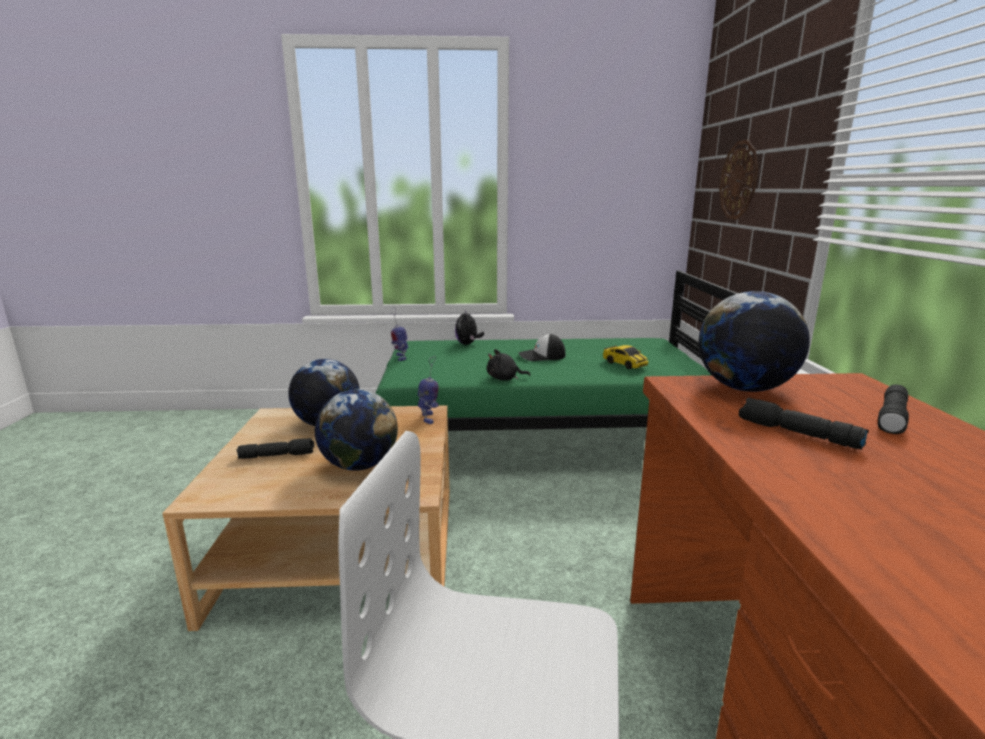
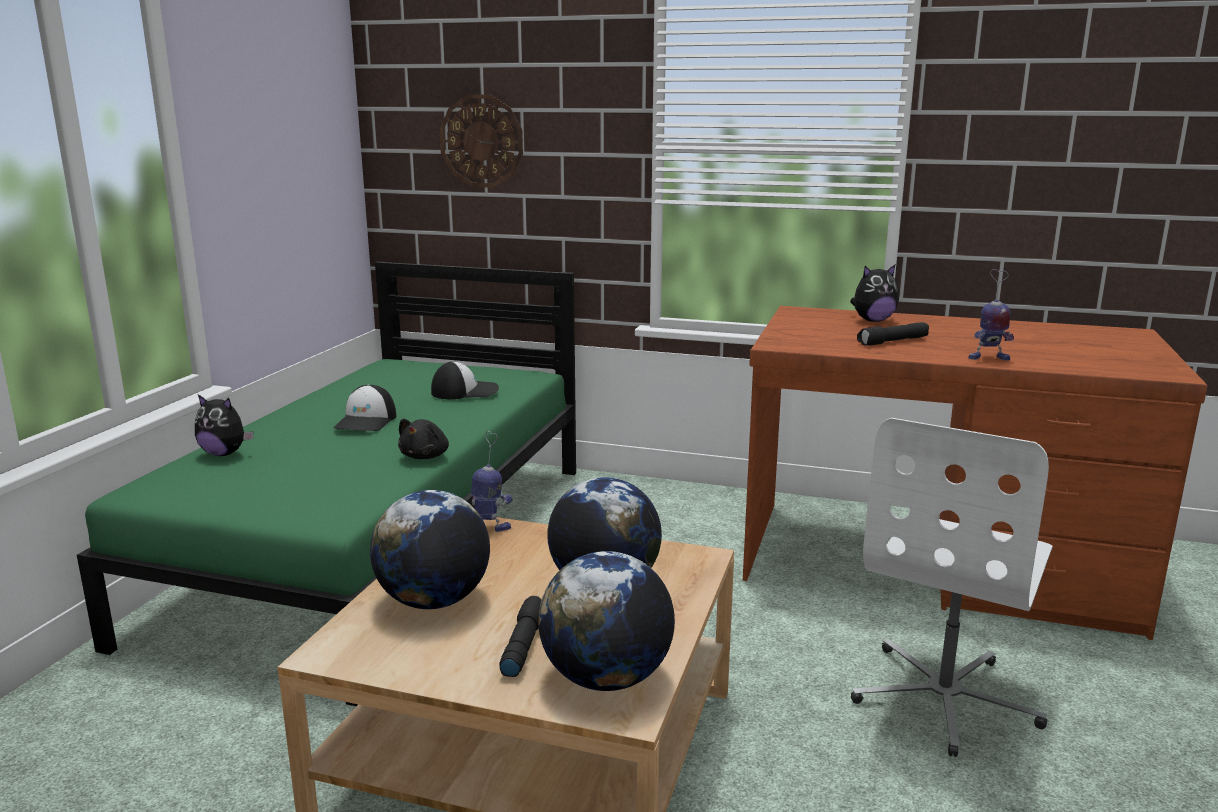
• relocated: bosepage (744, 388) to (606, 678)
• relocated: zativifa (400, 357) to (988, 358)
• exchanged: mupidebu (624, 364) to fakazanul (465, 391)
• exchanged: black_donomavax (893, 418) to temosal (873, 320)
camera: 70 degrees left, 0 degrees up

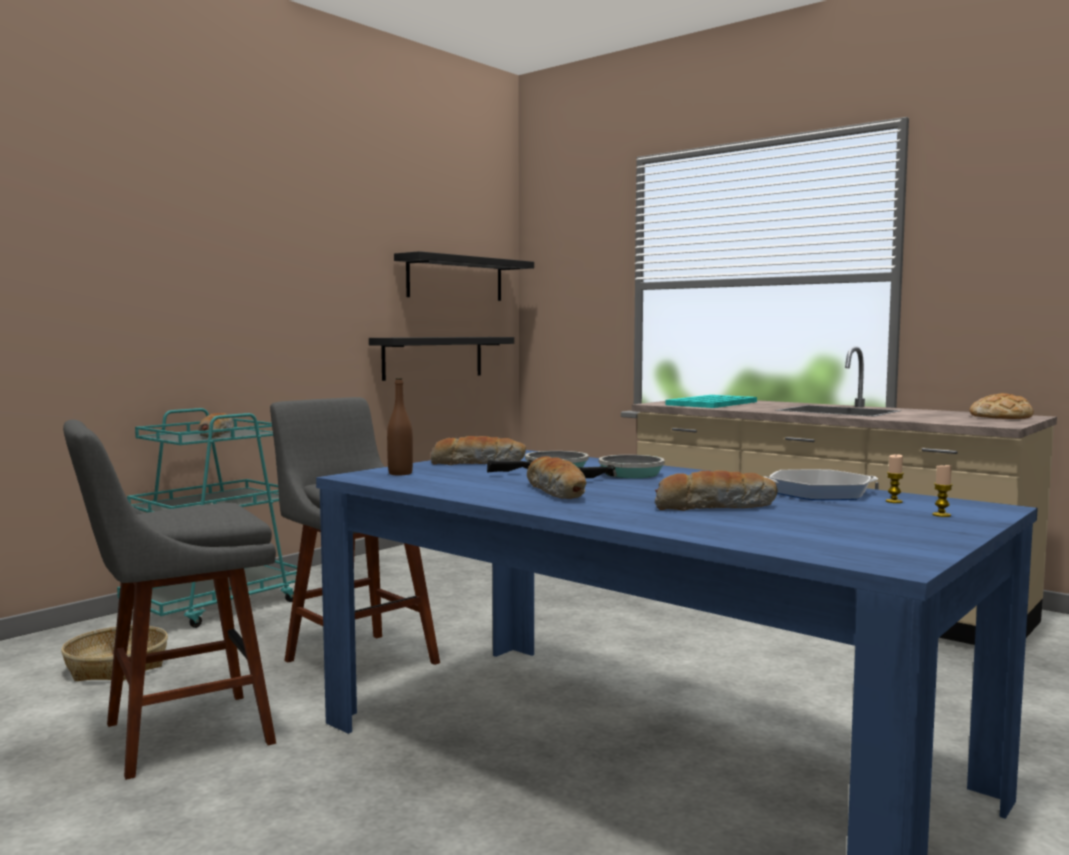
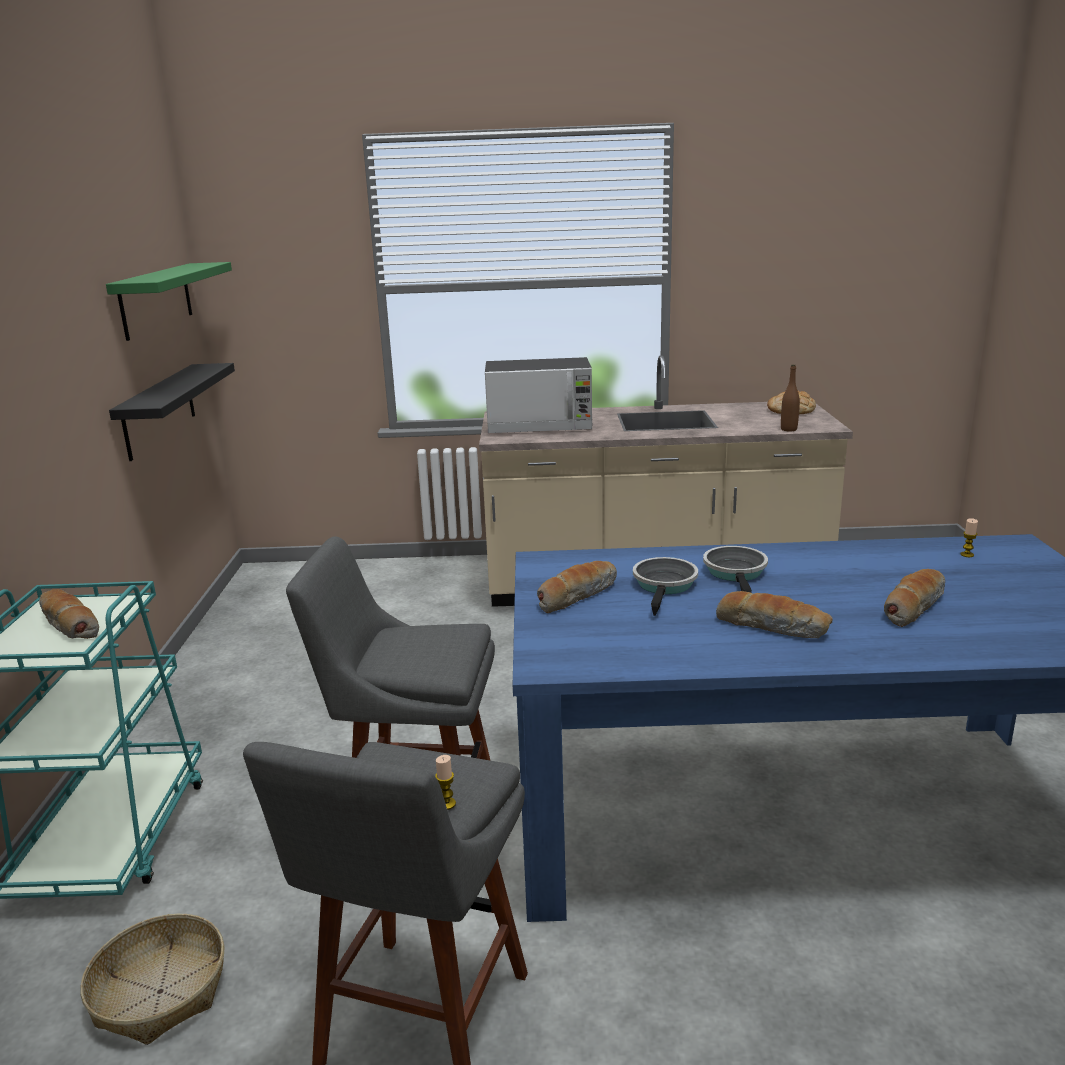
• colour: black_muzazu (455, 278) to green_muzazu (156, 299)
• relocated: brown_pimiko (400, 473) to (788, 429)
• exchanged: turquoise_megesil (712, 403) to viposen (540, 426)
• relocated: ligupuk (941, 515) to (446, 804)
• missing: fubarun (819, 493)
camera: 40 degrees left, 15 degrees up

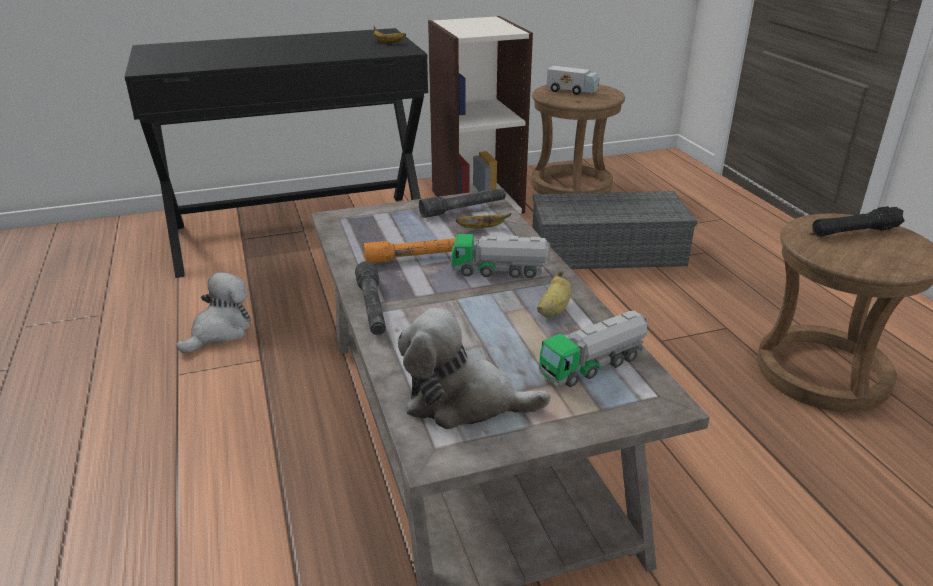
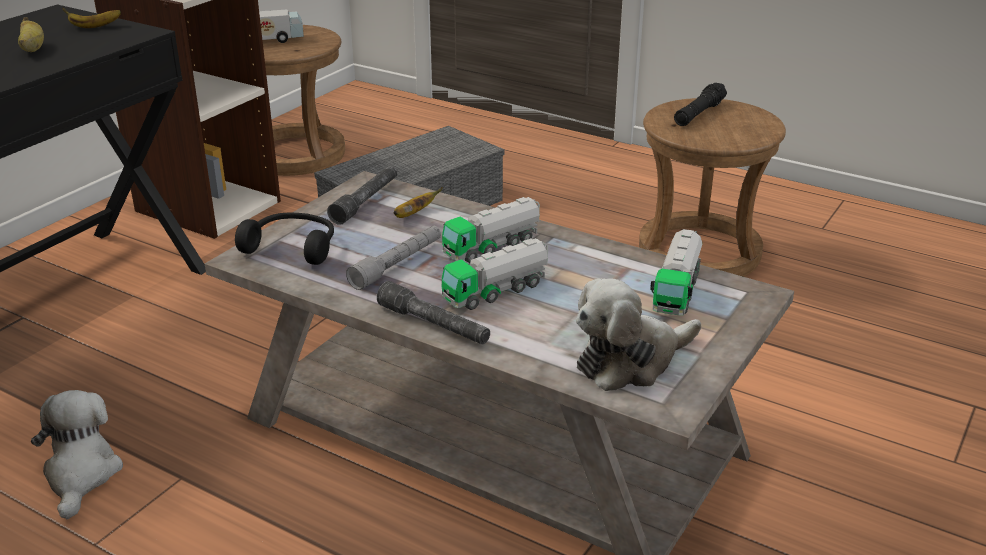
• colour: orange_donomavax (416, 257) to grey_donomavax (397, 264)
• relocated: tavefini (553, 310) to (32, 49)
• appeared: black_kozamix (293, 247)
• appeared: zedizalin (496, 291)
camera: 40 degrees left, 0 degrees up

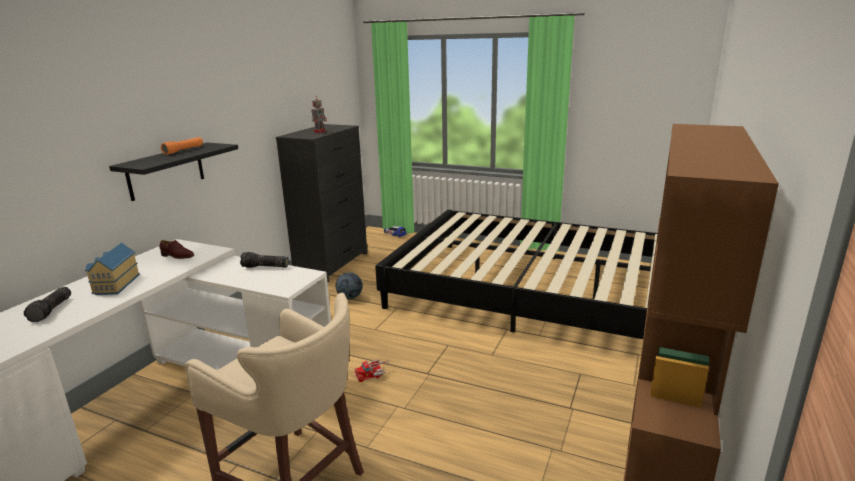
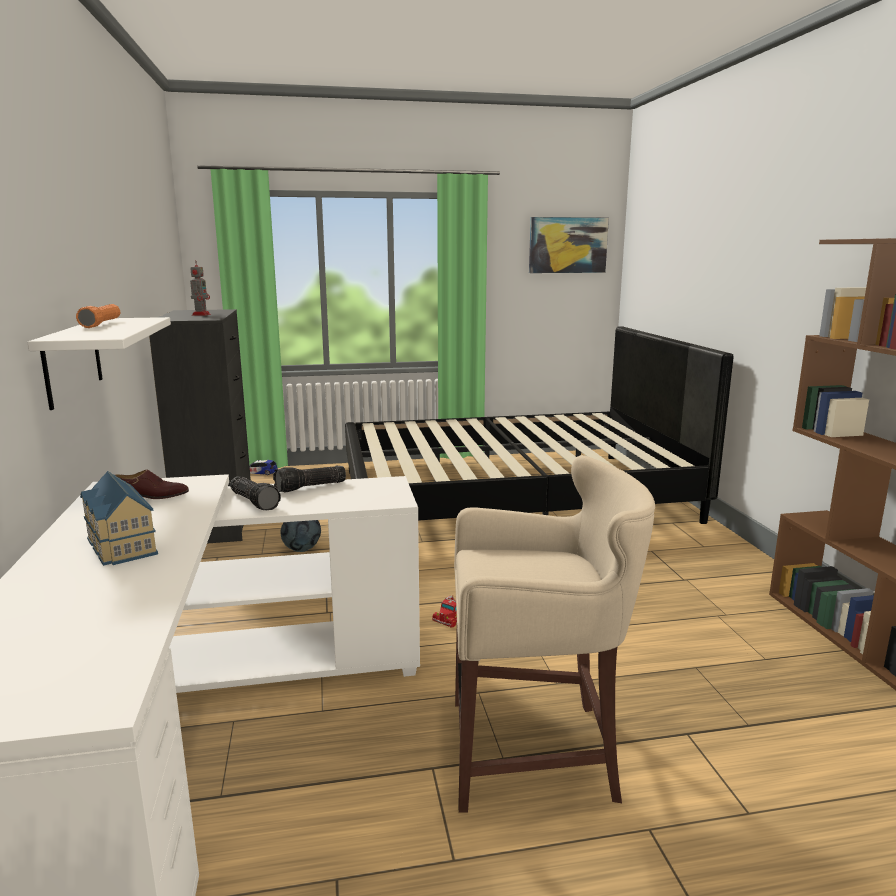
• colour: black_muzazu (166, 171) to white_muzazu (72, 361)
• relocated: donomavax (52, 310) to (255, 501)
• appeared: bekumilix (567, 245)
camera: 35 degrees left, 5 degrees down

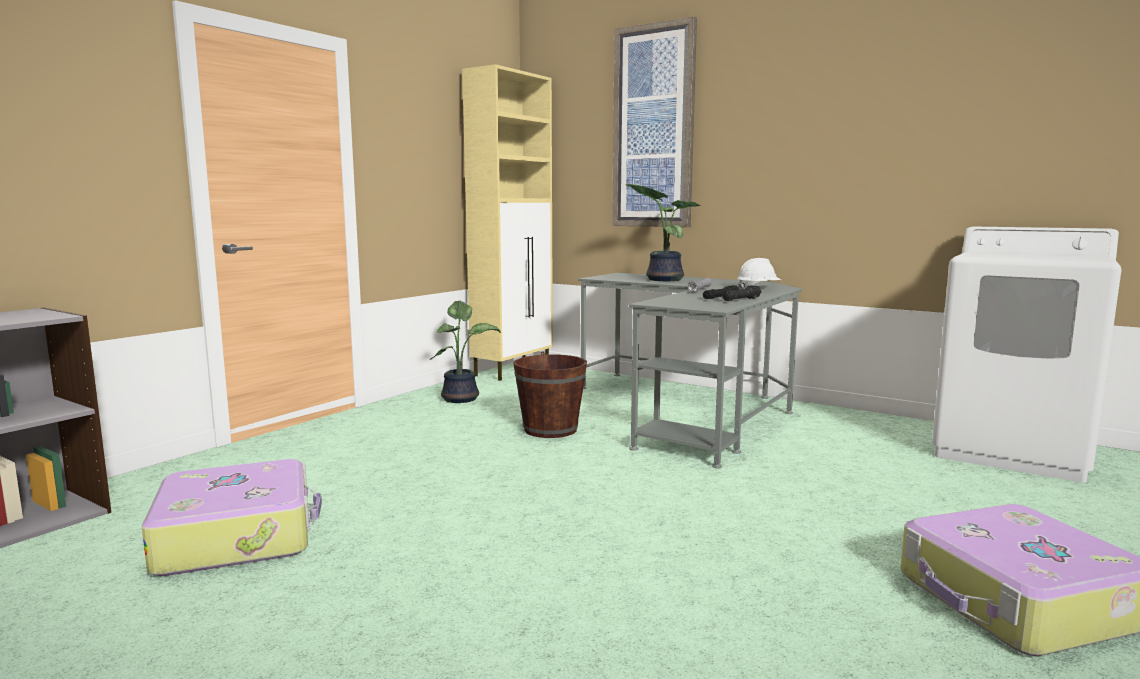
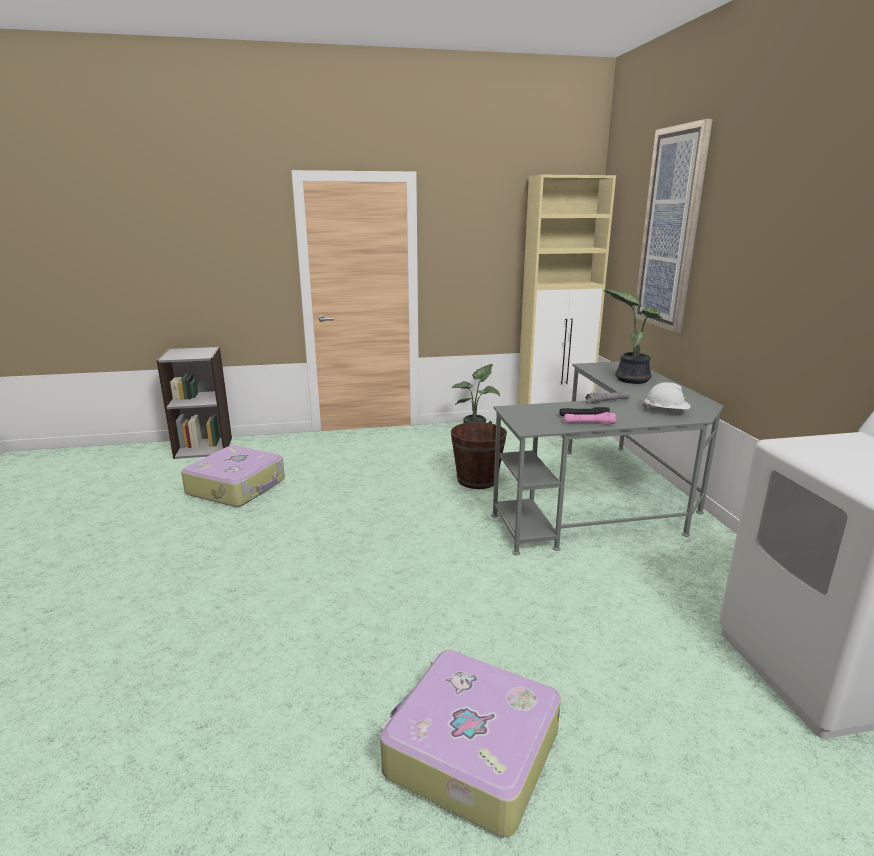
• colour: black_donomavax (741, 300) to pink_donomavax (589, 423)
camera: 45 degrees right, 10 degrees up

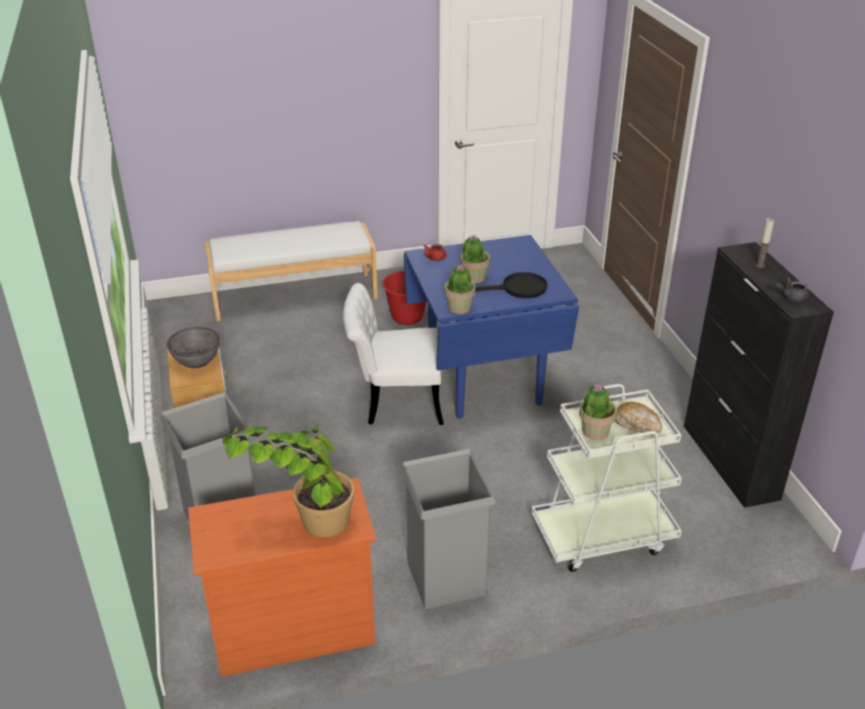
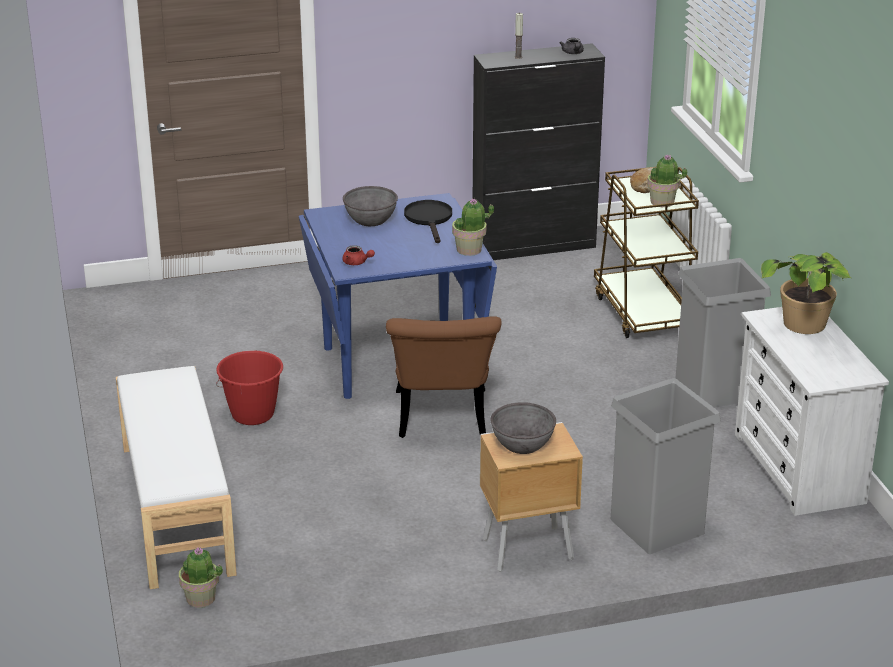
• relocated: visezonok (474, 277) to (201, 599)
• colour: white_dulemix (394, 402) to brown_dulemix (442, 421)
• colour: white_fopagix (602, 535) to brown_fopagix (643, 312)
• colour: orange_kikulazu (292, 628) to white_kikulazu (799, 468)
• appeared: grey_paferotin (370, 220)
camera: 90 degrees left, 5 degrees down

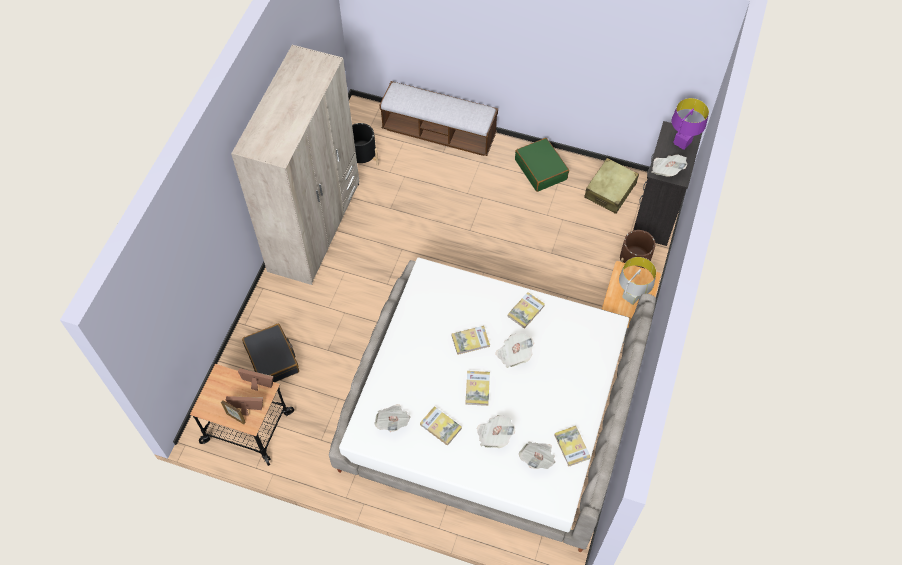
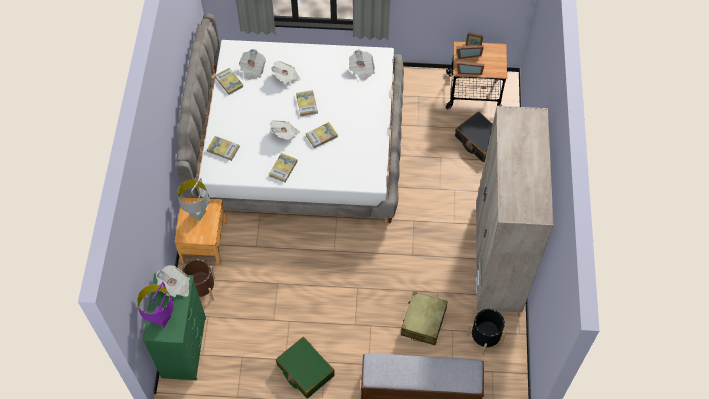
• colour: black_kikulazu (655, 215) to green_kikulazu (184, 347)
• relocated: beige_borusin (610, 191) to (423, 322)
• relocated: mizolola (440, 426) to (223, 149)
camera: 165 degrees right, 0 degrees up

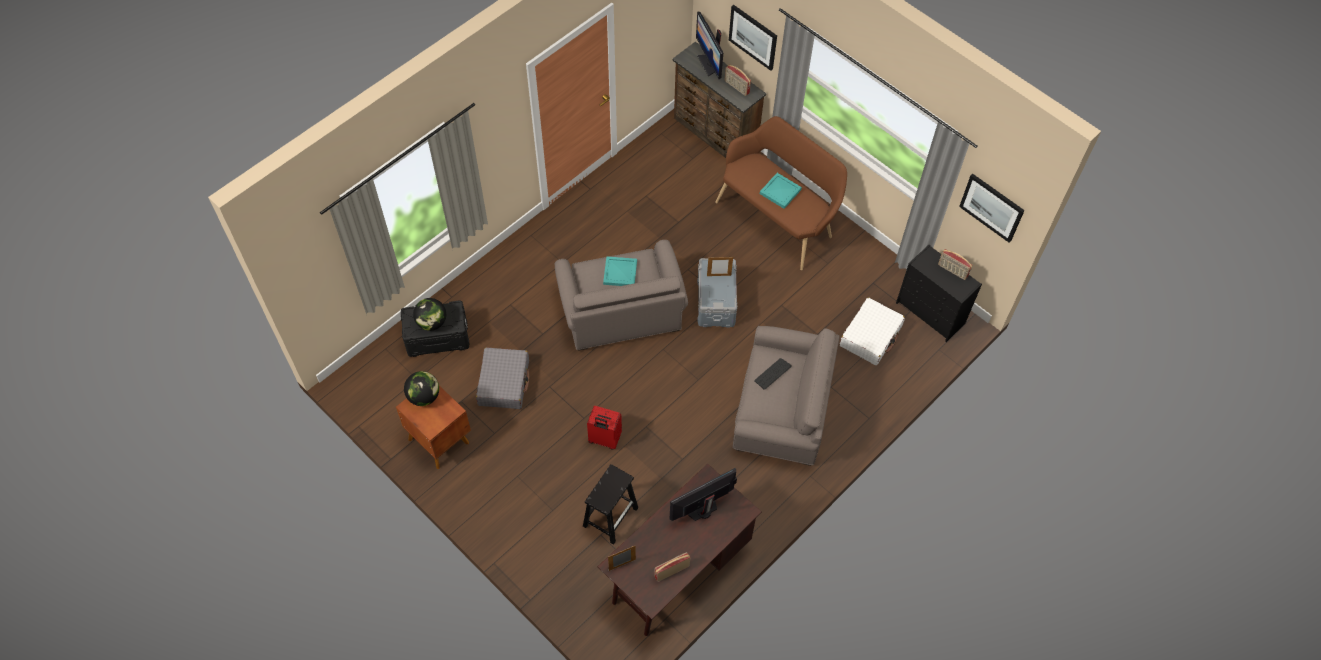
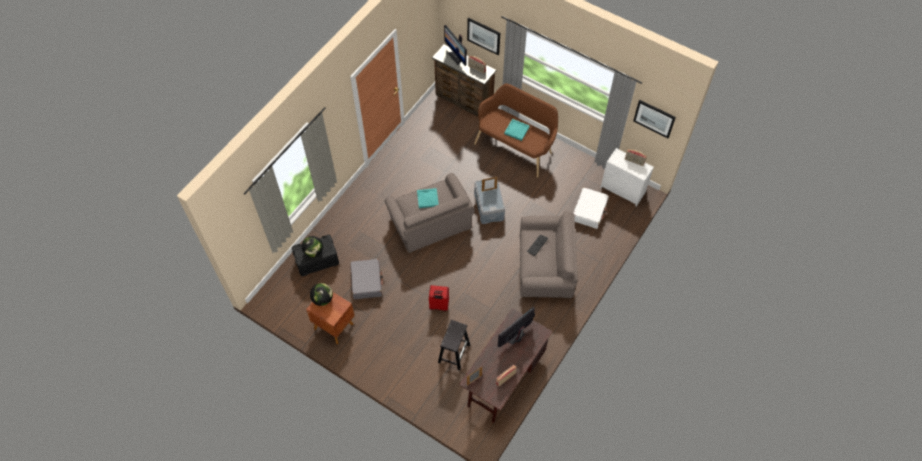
• colour: black_kikulazu (931, 313) to white_kikulazu (623, 190)
camera: 10 degrees left, 0 degrees up

